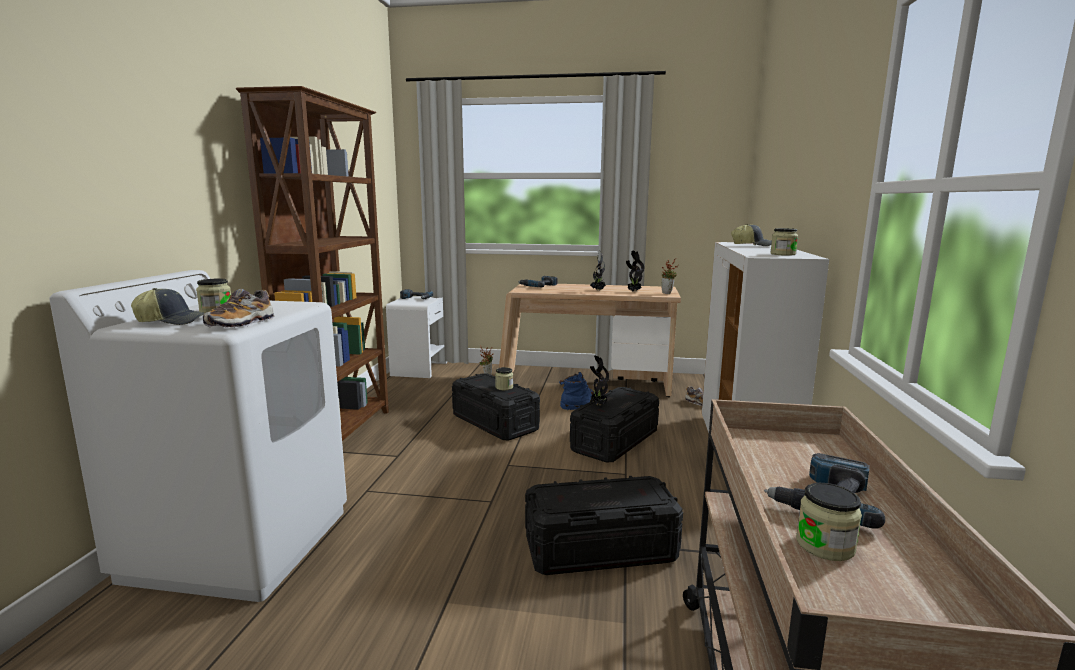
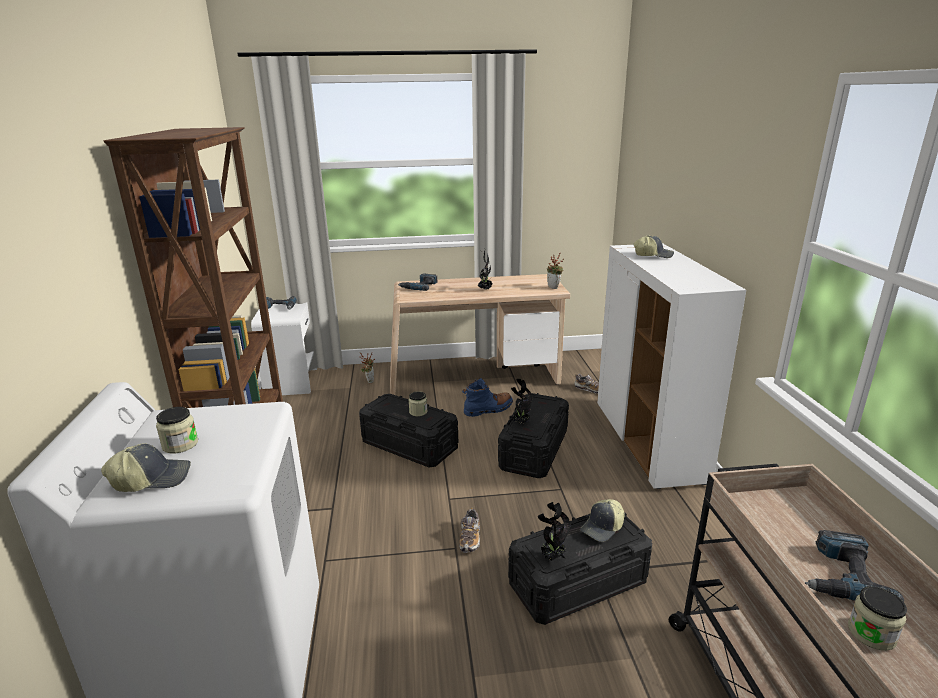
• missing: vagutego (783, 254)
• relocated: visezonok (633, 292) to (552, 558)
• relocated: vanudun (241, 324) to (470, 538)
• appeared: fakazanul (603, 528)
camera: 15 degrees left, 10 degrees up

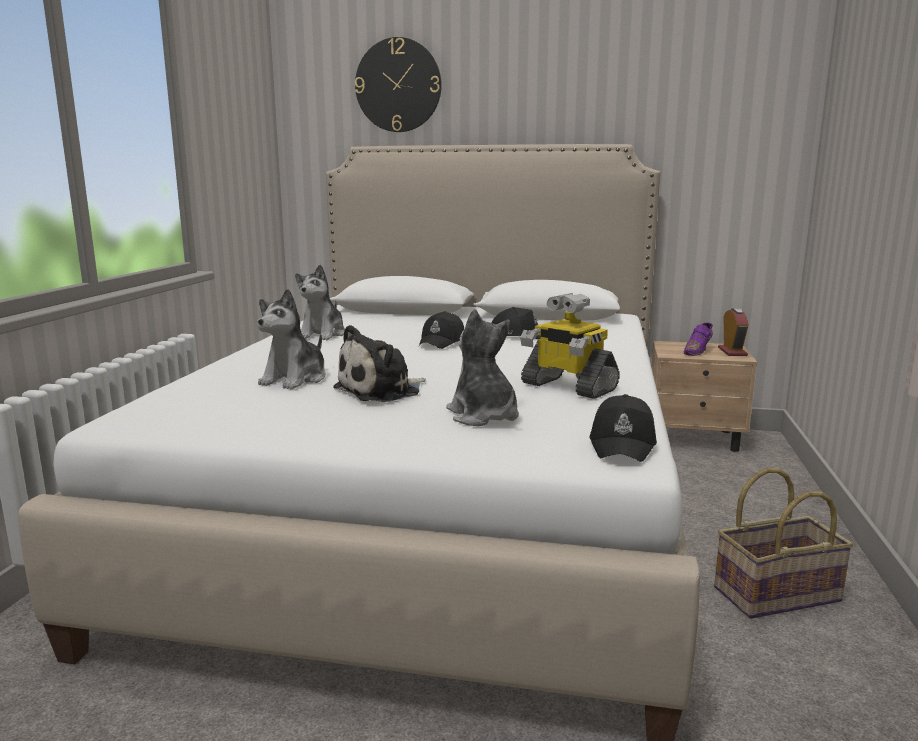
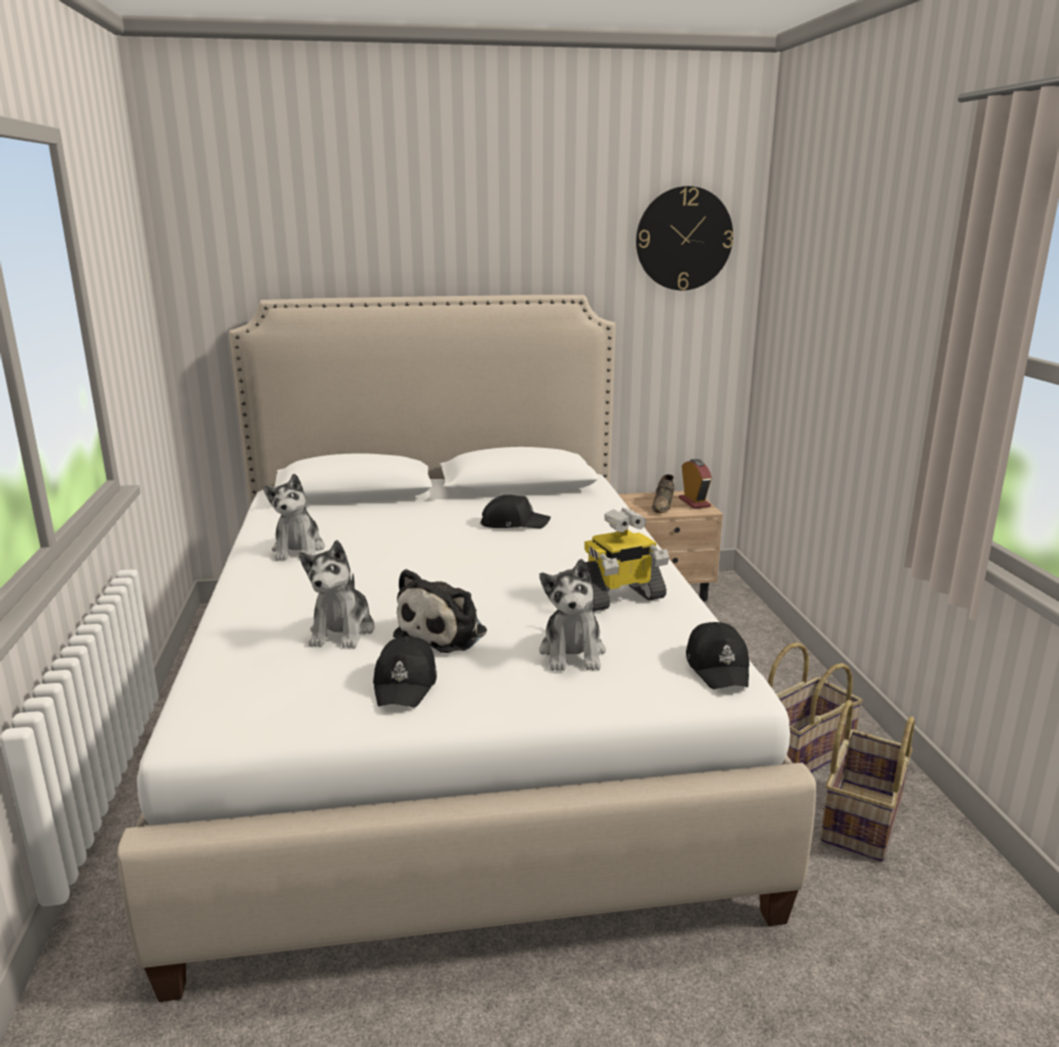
• relocated: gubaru (398, 85) to (684, 239)
• spun: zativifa (567, 387) = (618, 598) 45 degrees counterclockwise
• spun: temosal (483, 416) = (573, 653) 135 degrees counterclockwise
• relocated: black_fakazanul (442, 342) to (406, 684)
• colour: purple_vanudun (698, 352) to brown_vanudun (663, 506)
• appeared: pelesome (860, 819)
camera: 20 degrees left, 5 degrees up

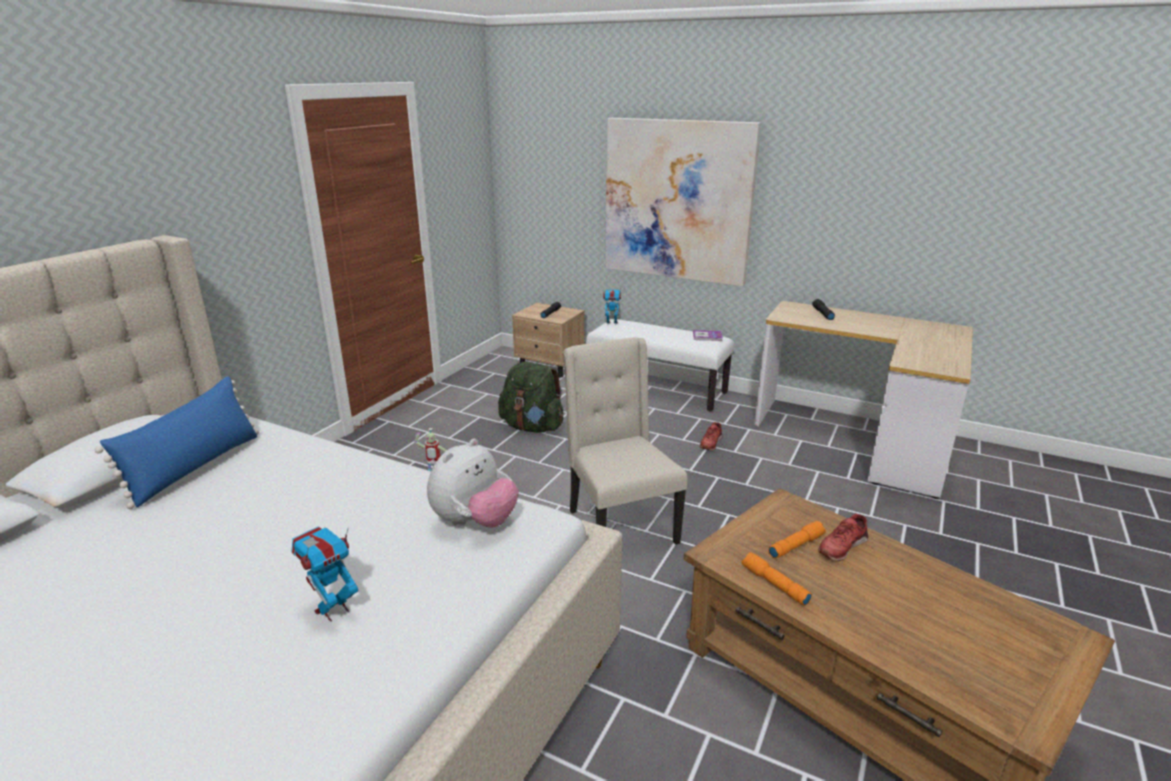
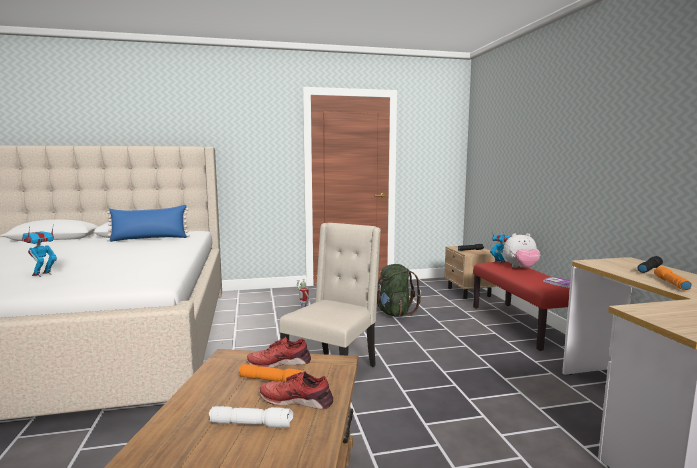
• missing: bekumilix (678, 200)
• colour: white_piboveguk (657, 389) to red_piboveguk (522, 325)
• relocated: red_vanudun (710, 443) to (279, 362)
• relocated: temosal (474, 522) to (520, 268)
• spun: zativifa (333, 610) = (42, 274) 60 degrees counterclockwise
• relocated: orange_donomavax (774, 585) to (670, 283)
• appeared: white_donomavax (252, 424)
camera: 50 degrees right, 15 degrees down

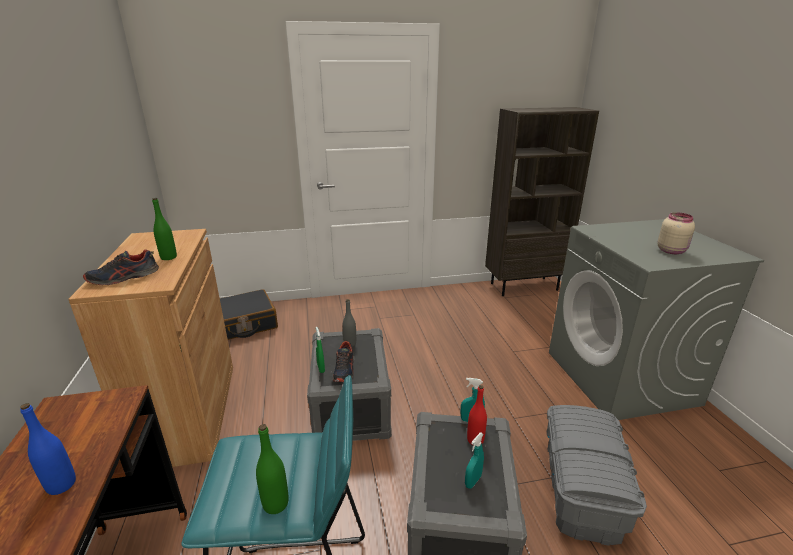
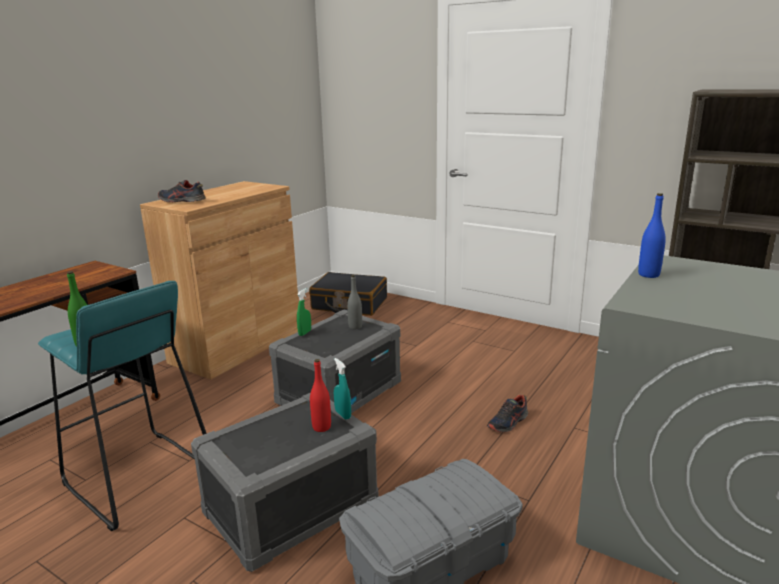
• missing: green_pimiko (168, 257)
• missing: beige_vagutego (671, 251)
• relocated: vanudun (344, 370) to (508, 423)
• relocated: blue_pimiko (61, 485) to (648, 275)
• missing: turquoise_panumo (473, 481)
camera: 45 degrees right, 5 degrees down

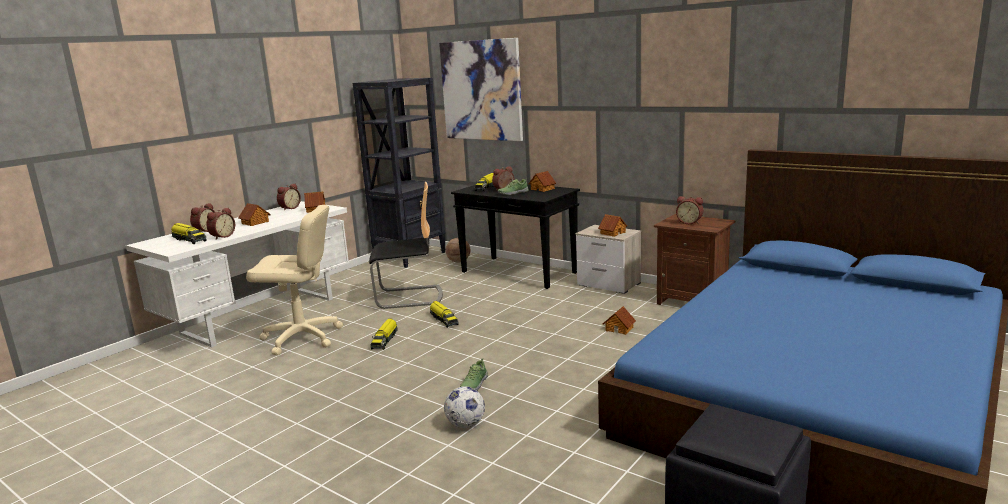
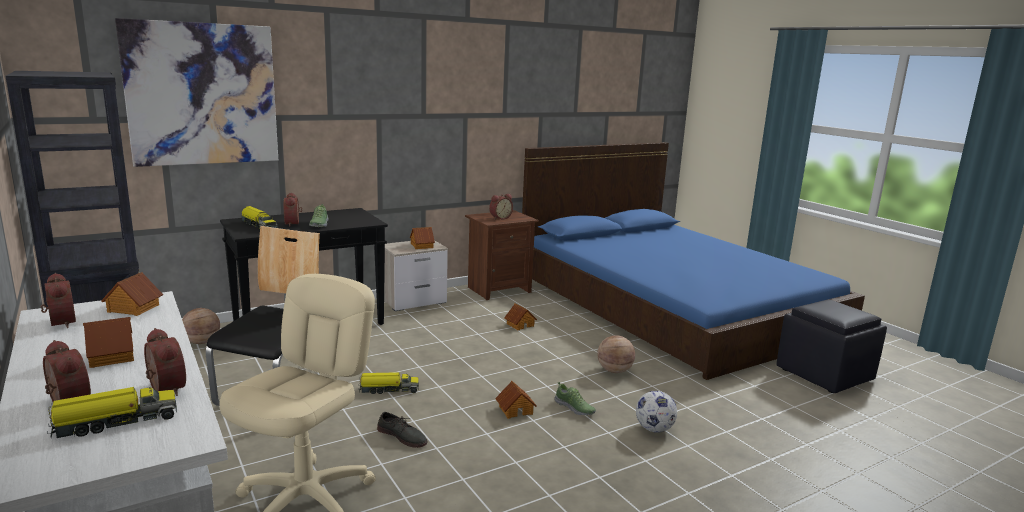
• relocated: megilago (542, 189) to (515, 410)
• exchanged: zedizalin (385, 340) to grey_vanudun (402, 436)
• appeared: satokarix (614, 371)
camera: 70 degrees left, 0 degrees up

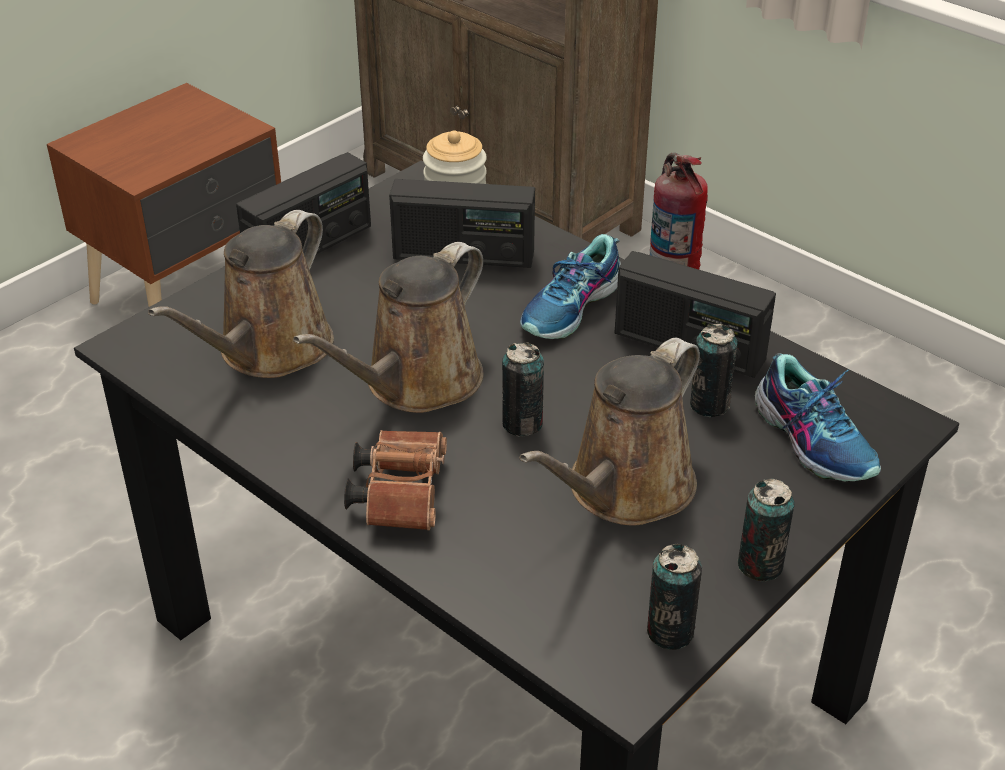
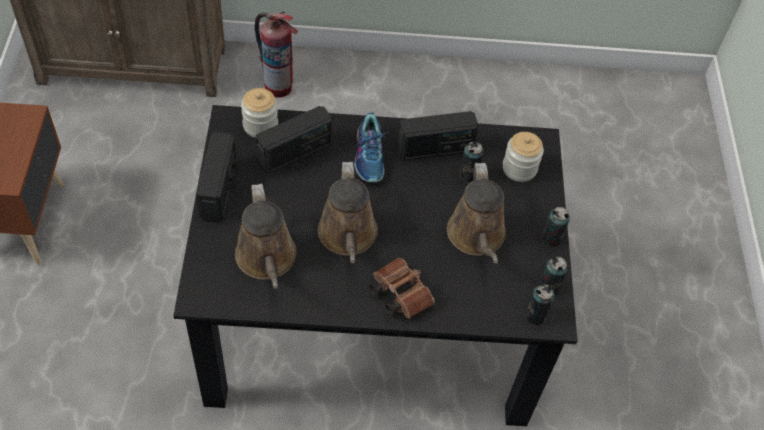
• relocated: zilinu (522, 424) to (535, 316)
• exchanged: vanudun (815, 439) to vagutego (519, 168)
camera: 45 degrees left, 15 degrees up

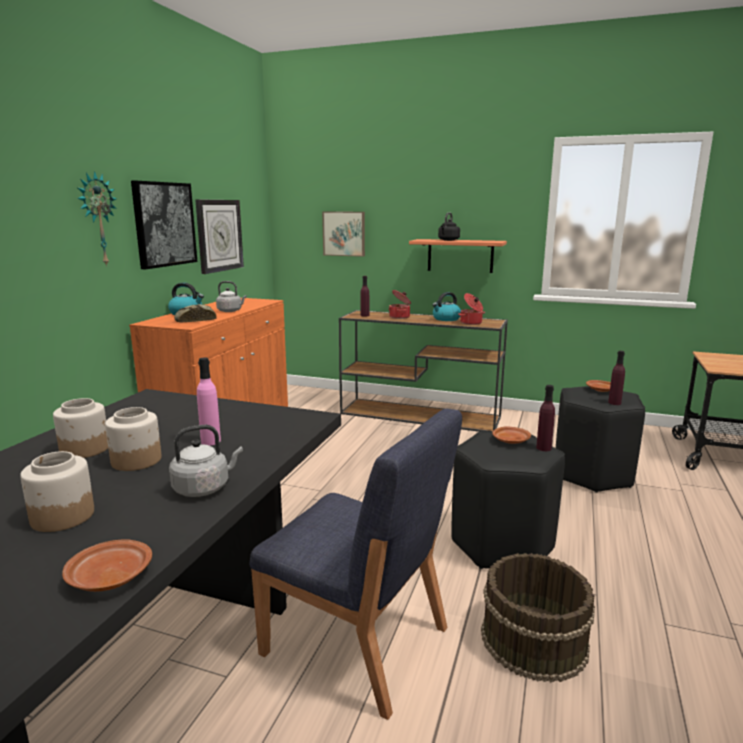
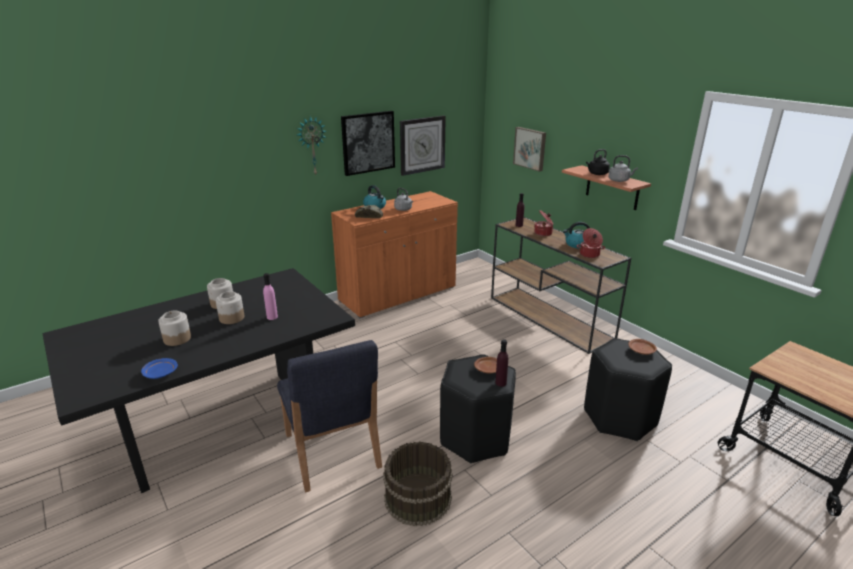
• missing: purple_pimiko (614, 403)
• relocated: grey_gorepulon (204, 488) to (619, 180)
• colour: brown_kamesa (109, 577) to blue_kamesa (160, 373)
camera: 35 degrees right, 10 degrees up

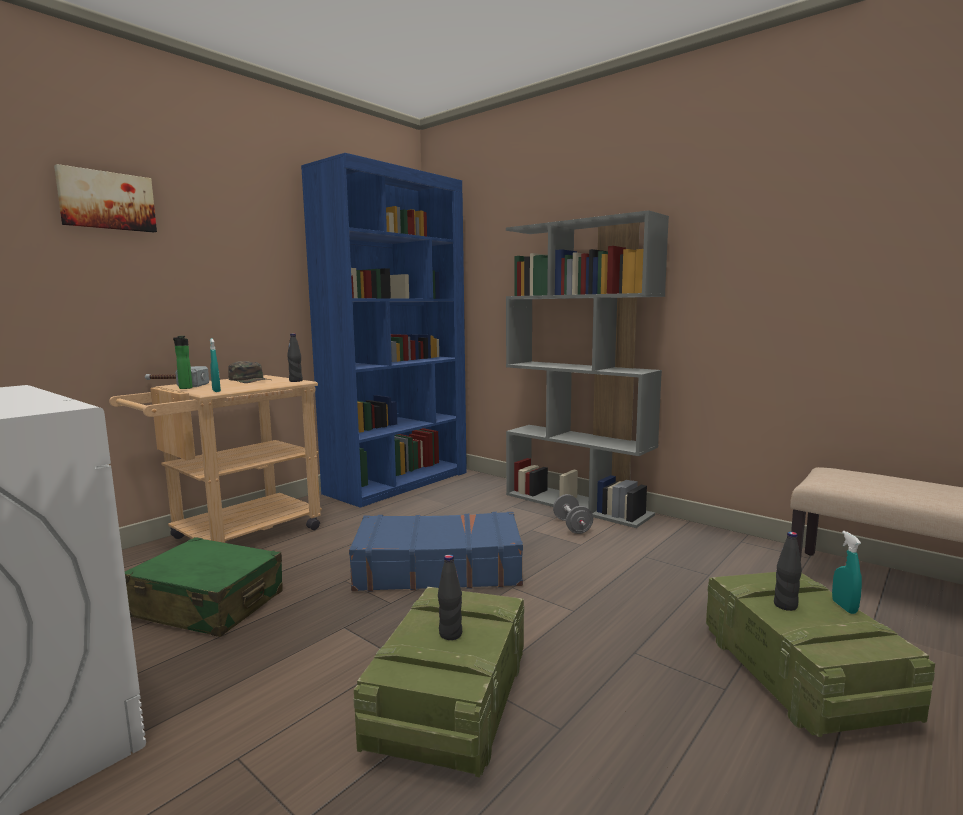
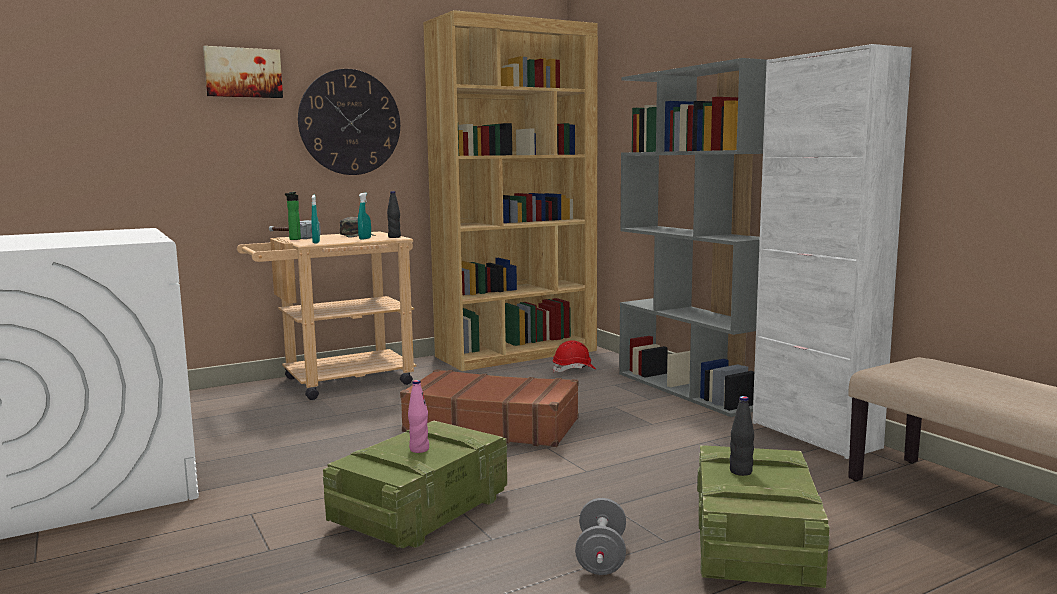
• colour: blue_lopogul (398, 482) to brown_lopogul (517, 353)
• relocated: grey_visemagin (572, 526) to (601, 557)
• colour: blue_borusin (438, 568) to brown_borusin (492, 425)
• relocated: turquoise_panumo (844, 607) to (365, 238)
• missing: green_borusin (208, 605)
• colour: black_pimiko (450, 634) to pink_pimiko (419, 449)
• appeared: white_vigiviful (814, 435)
• appeared: gubaru (350, 122)
• appeared: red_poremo (574, 369)
camera: 20 degrees right, 0 degrees up

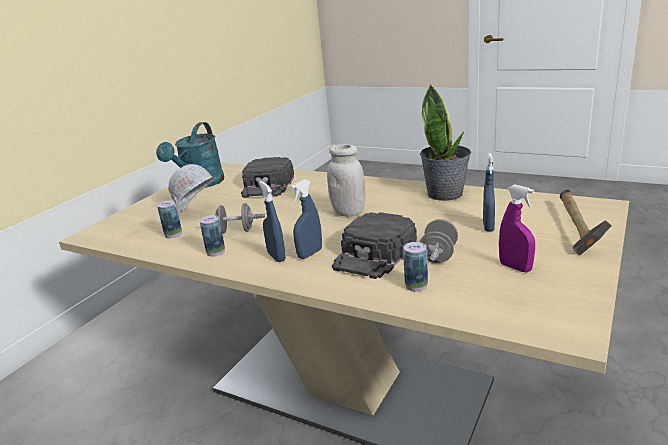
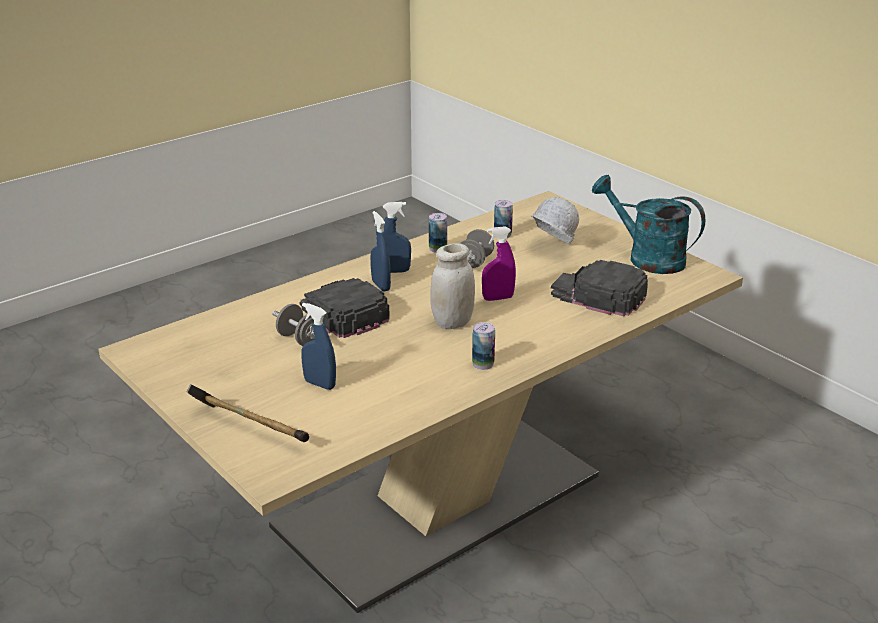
• missing: visezonok (445, 193)
• relocated: purple_panumo (515, 267) to (498, 298)
• relocated: zilinu (416, 286) to (483, 364)
camera: 110 degrees right, 5 degrees up

